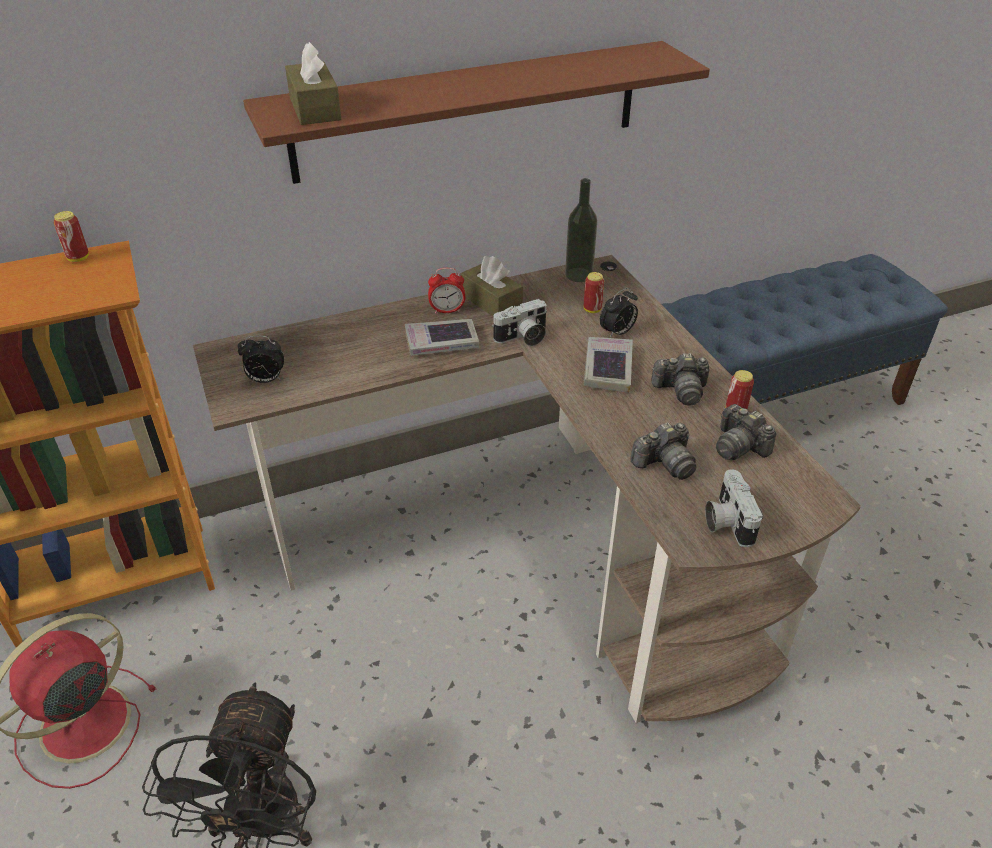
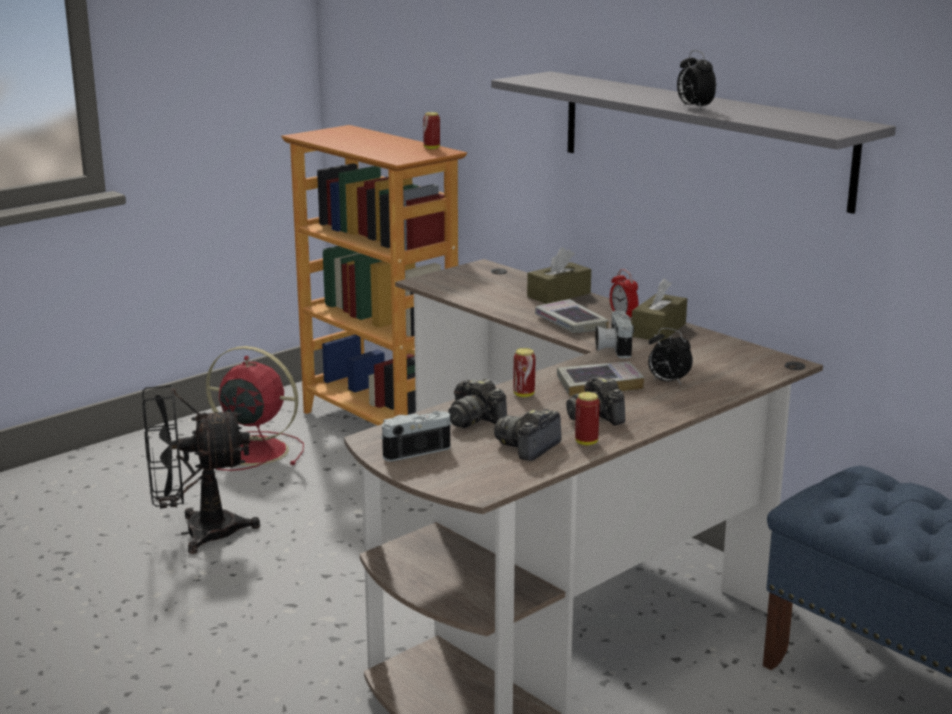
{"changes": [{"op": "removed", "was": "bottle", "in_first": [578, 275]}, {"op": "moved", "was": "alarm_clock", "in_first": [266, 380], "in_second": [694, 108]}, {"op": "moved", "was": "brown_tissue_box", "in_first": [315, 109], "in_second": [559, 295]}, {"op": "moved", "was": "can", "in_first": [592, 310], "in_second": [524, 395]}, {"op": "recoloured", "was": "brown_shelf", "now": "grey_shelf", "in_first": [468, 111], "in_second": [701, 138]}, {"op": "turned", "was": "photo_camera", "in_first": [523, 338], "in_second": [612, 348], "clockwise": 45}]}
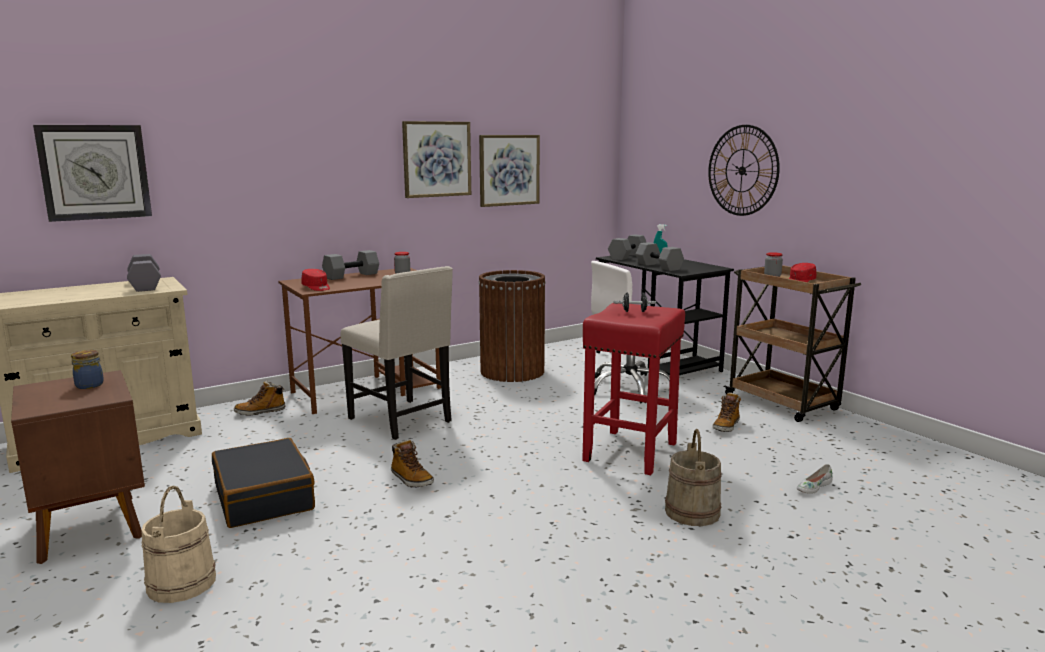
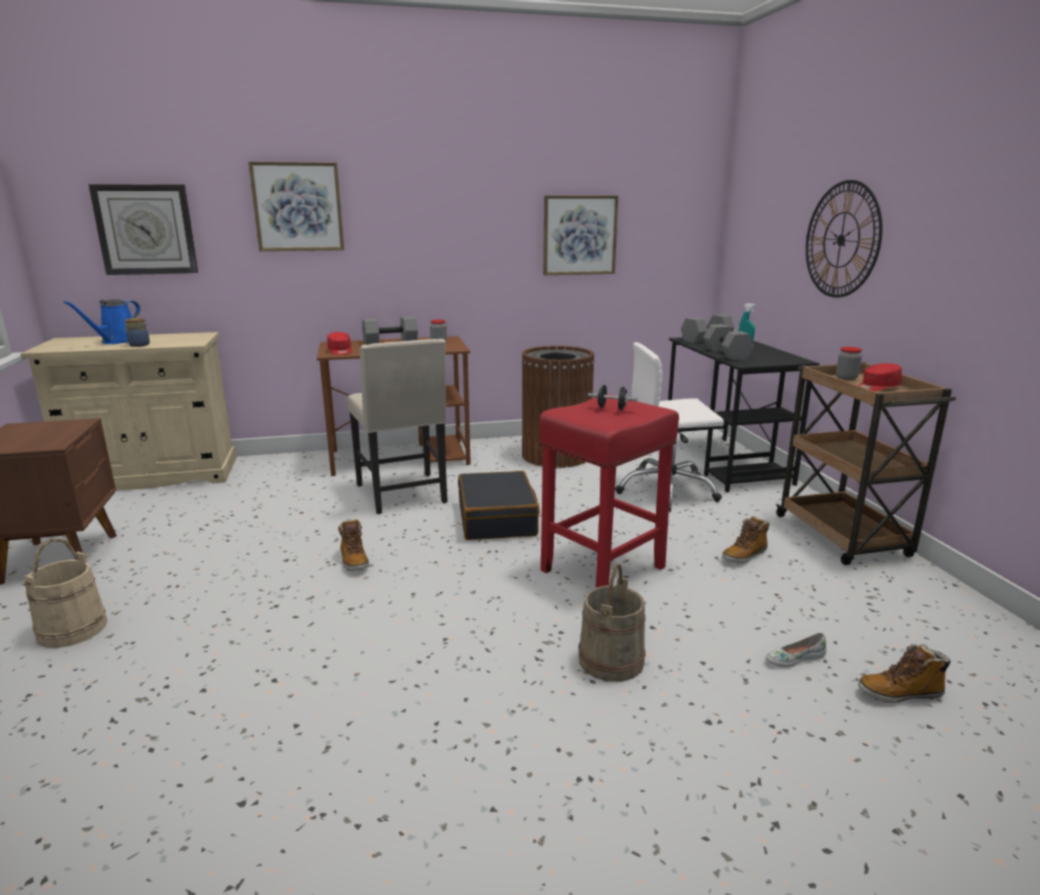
{"changes": [{"op": "removed", "was": "grey_dumbbell", "in_first": [144, 285]}, {"op": "added", "now": "blue_watering_can", "in_second": [117, 341]}, {"op": "moved", "was": "jar", "in_first": [88, 385], "in_second": [139, 345]}, {"op": "moved", "was": "black_suitcase", "in_first": [264, 497], "in_second": [497, 519]}, {"op": "moved", "was": "boot", "in_first": [260, 412], "in_second": [900, 693]}, {"op": "moved", "was": "picture", "in_first": [437, 159], "in_second": [298, 207]}]}
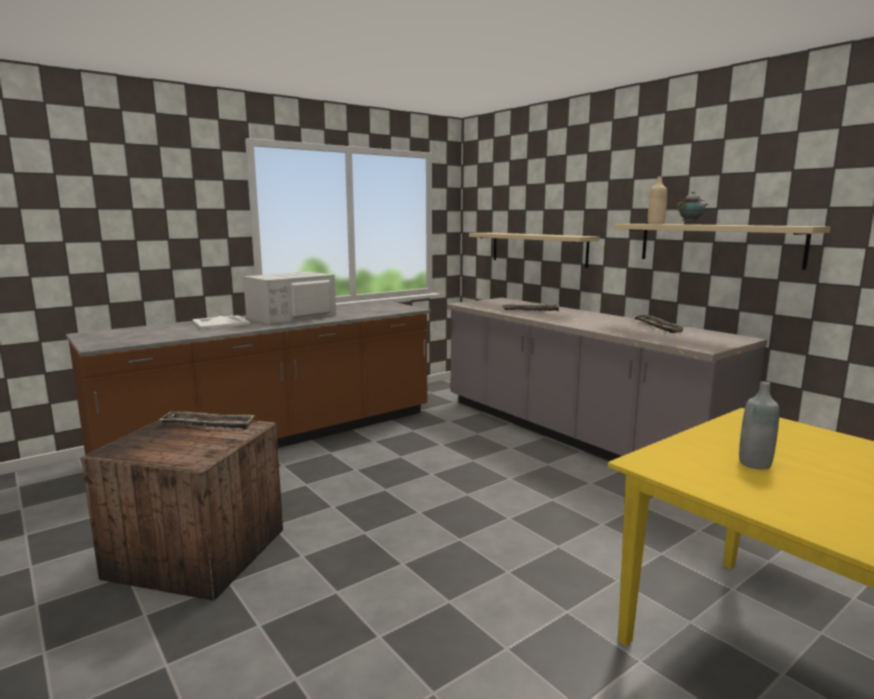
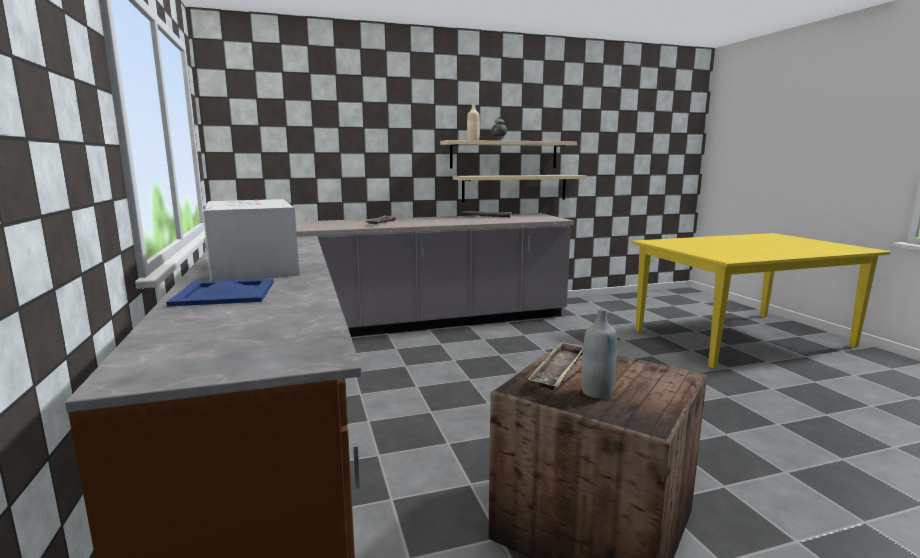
{"changes": [{"op": "moved", "was": "beige_shelf", "in_first": [537, 248], "in_second": [515, 188]}, {"op": "moved", "was": "grey_bottle", "in_first": [754, 464], "in_second": [597, 392]}, {"op": "recoloured", "was": "white_tray", "now": "blue_tray", "in_first": [221, 322], "in_second": [224, 293]}]}
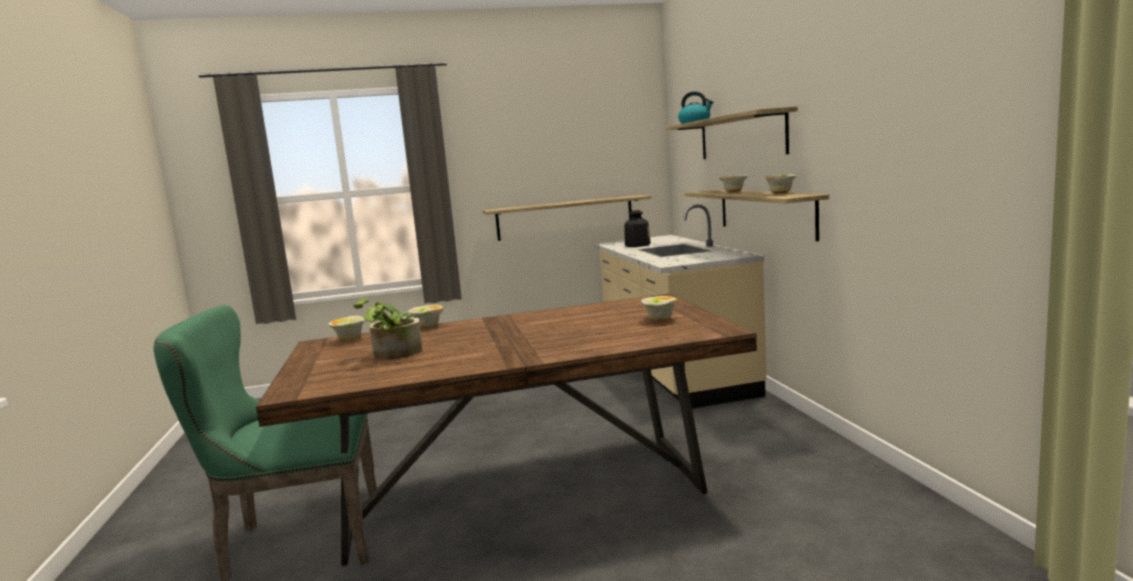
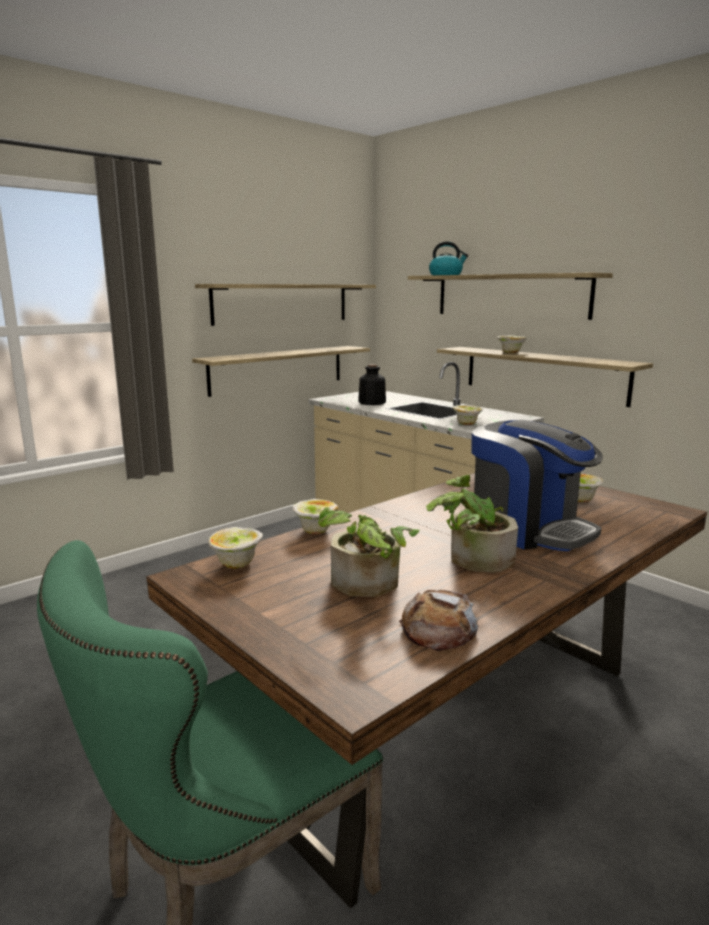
{"changes": [{"op": "added", "now": "shelf", "in_second": [282, 303]}, {"op": "added", "now": "bread", "in_second": [438, 629]}, {"op": "added", "now": "potted_plant", "in_second": [472, 558]}, {"op": "added", "now": "coffee_machine", "in_second": [528, 529]}, {"op": "moved", "was": "bowl", "in_first": [781, 193], "in_second": [466, 424]}]}
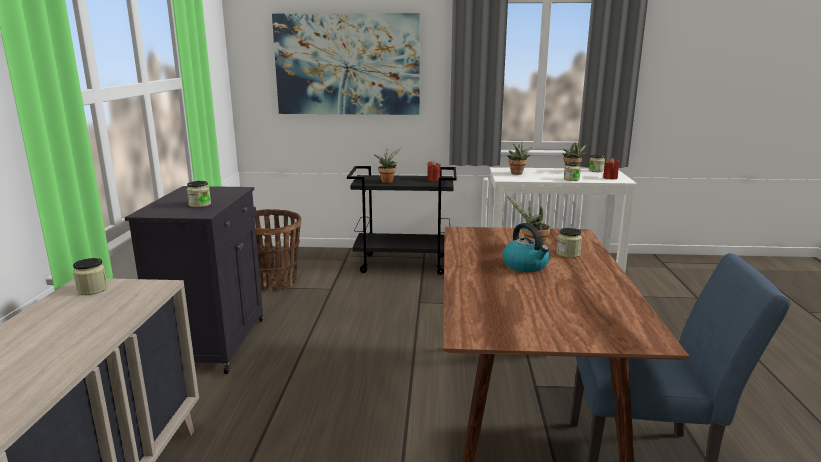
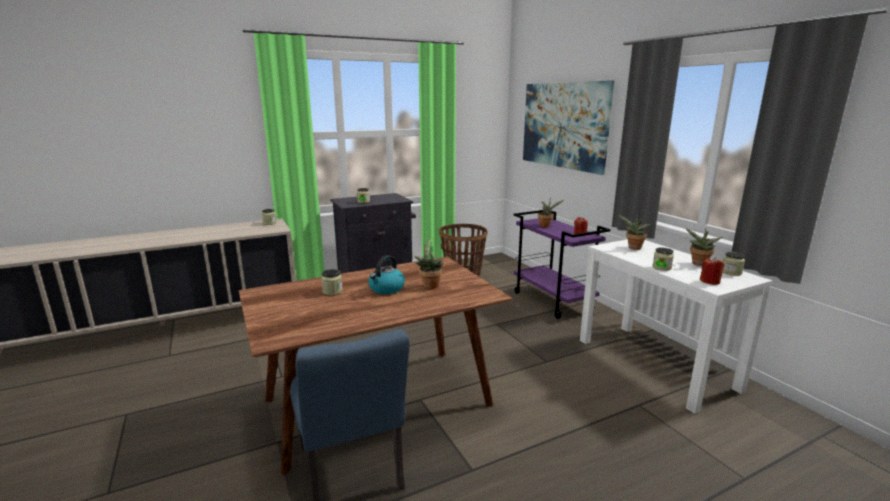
{"changes": [{"op": "moved", "was": "jar", "in_first": [568, 254], "in_second": [332, 291]}, {"op": "recoloured", "was": "black_cart", "now": "purple_cart", "in_first": [404, 264], "in_second": [553, 301]}]}
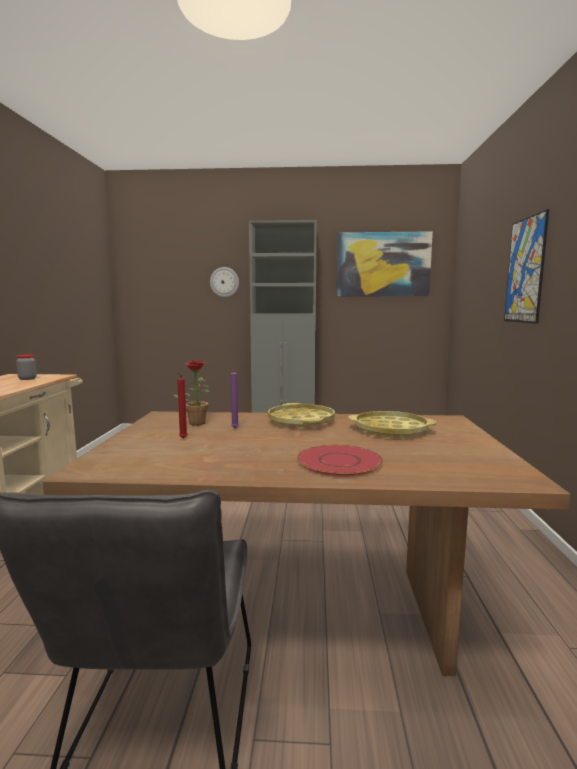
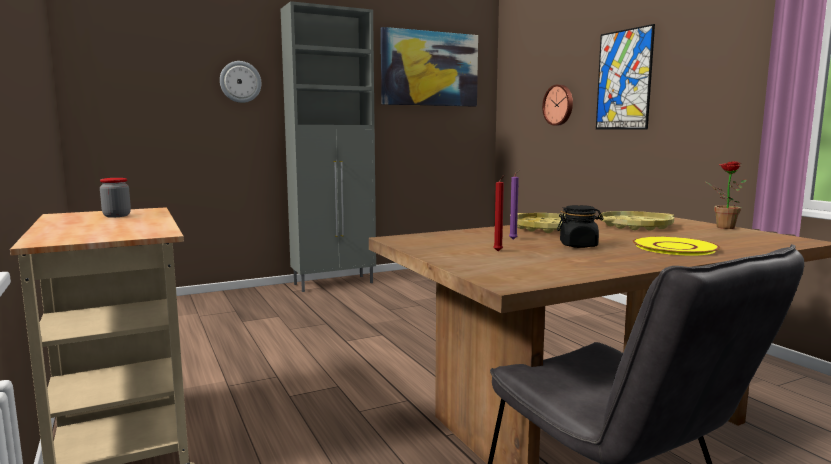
{"changes": [{"op": "added", "now": "wall_clock", "in_second": [559, 105]}, {"op": "added", "now": "black_jar", "in_second": [578, 245]}, {"op": "moved", "was": "potted_plant", "in_first": [196, 422], "in_second": [721, 227]}, {"op": "recoloured", "was": "red_plate", "now": "yellow_plate", "in_first": [339, 461], "in_second": [674, 247]}]}
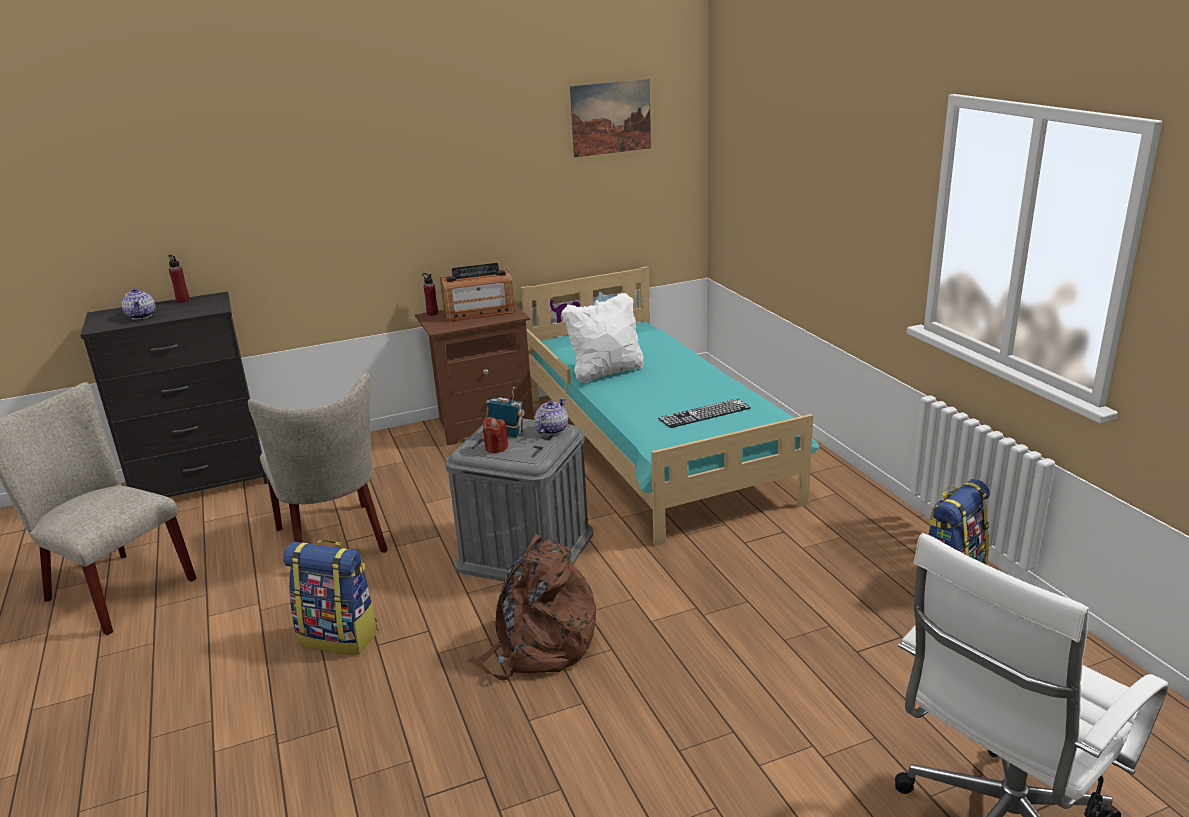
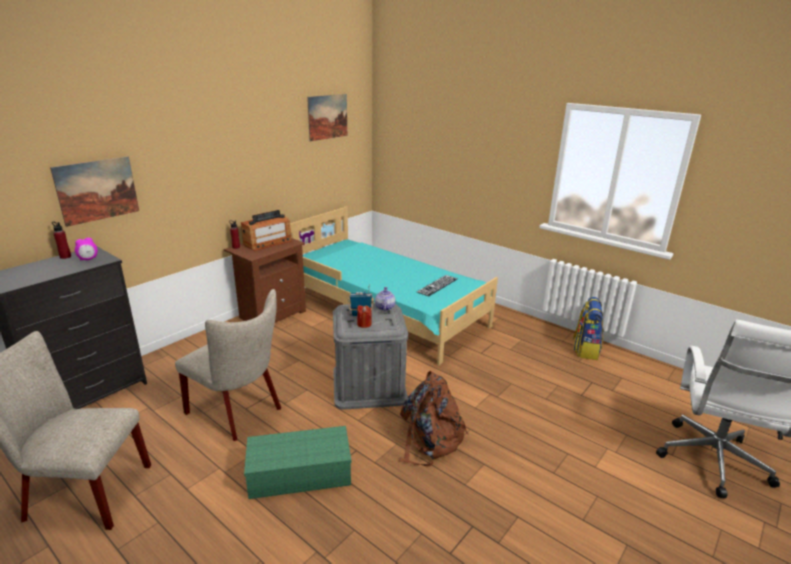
{"changes": [{"op": "removed", "was": "teapot", "in_first": [141, 316]}, {"op": "removed", "was": "white_pillow", "in_first": [606, 372]}, {"op": "added", "now": "picture", "in_second": [97, 190]}, {"op": "added", "now": "alarm_clock", "in_second": [88, 259]}, {"op": "replaced", "was": "backpack", "now": "green_storage_box", "in_first": [340, 636], "in_second": [301, 472]}]}
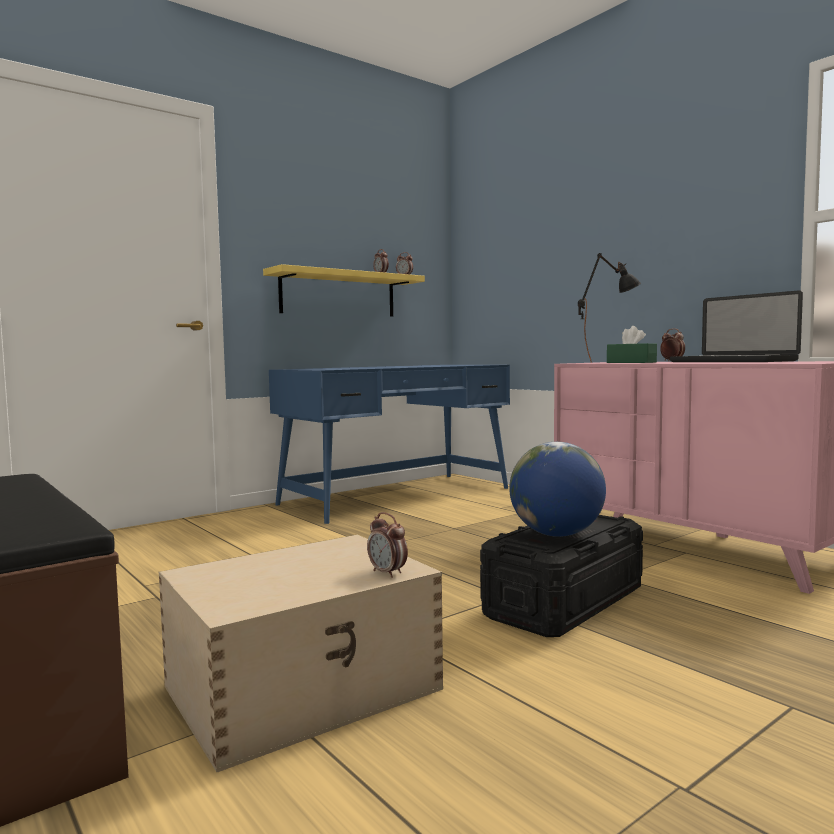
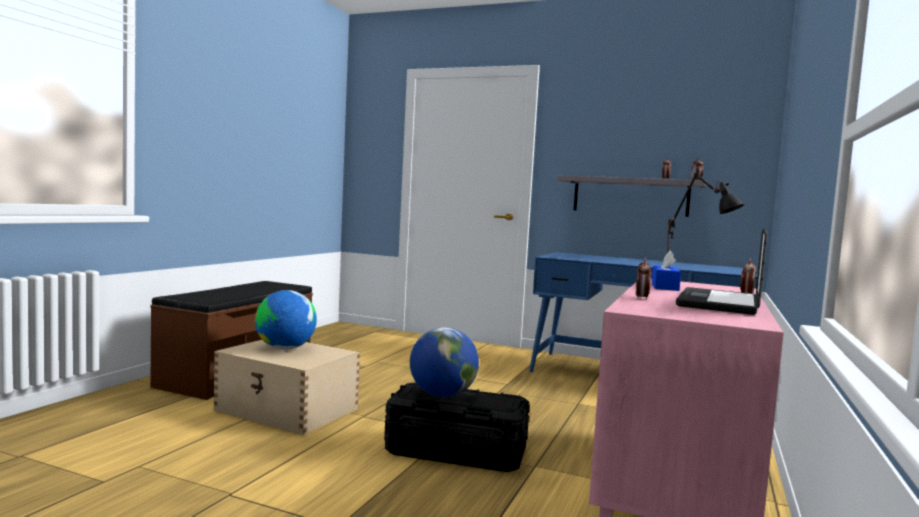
{"changes": [{"op": "added", "now": "globe", "in_second": [285, 348]}, {"op": "moved", "was": "alarm_clock", "in_first": [387, 573], "in_second": [642, 298]}, {"op": "recoloured", "was": "yellow_shelf", "now": "grey_shelf", "in_first": [338, 294], "in_second": [630, 196]}, {"op": "recoloured", "was": "green_tissue_box", "now": "blue_tissue_box", "in_first": [631, 362], "in_second": [664, 287]}]}
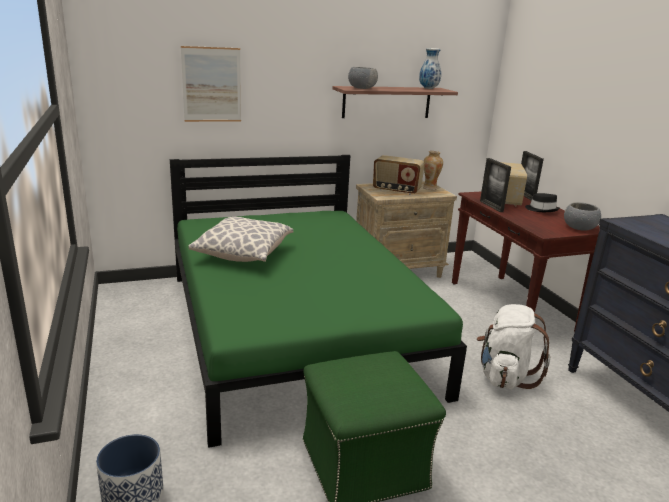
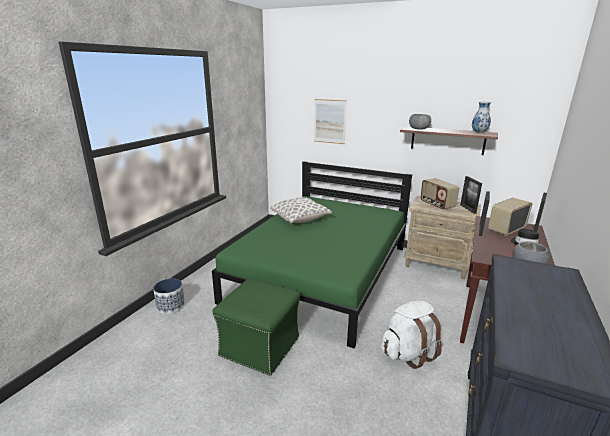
{"changes": [{"op": "replaced", "was": "vase", "now": "picture_frame", "in_first": [430, 188], "in_second": [468, 209]}]}
